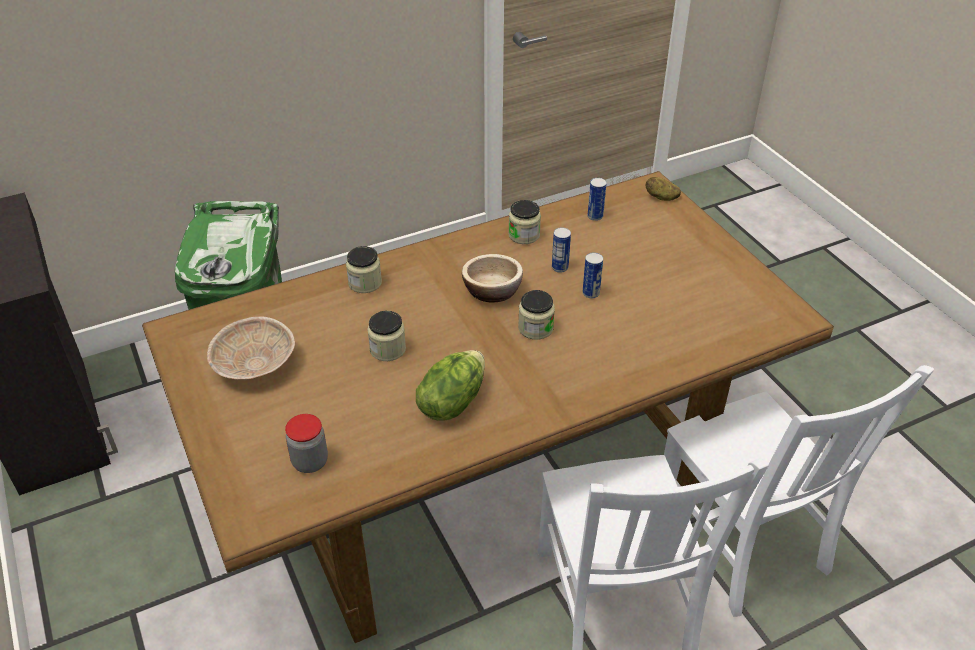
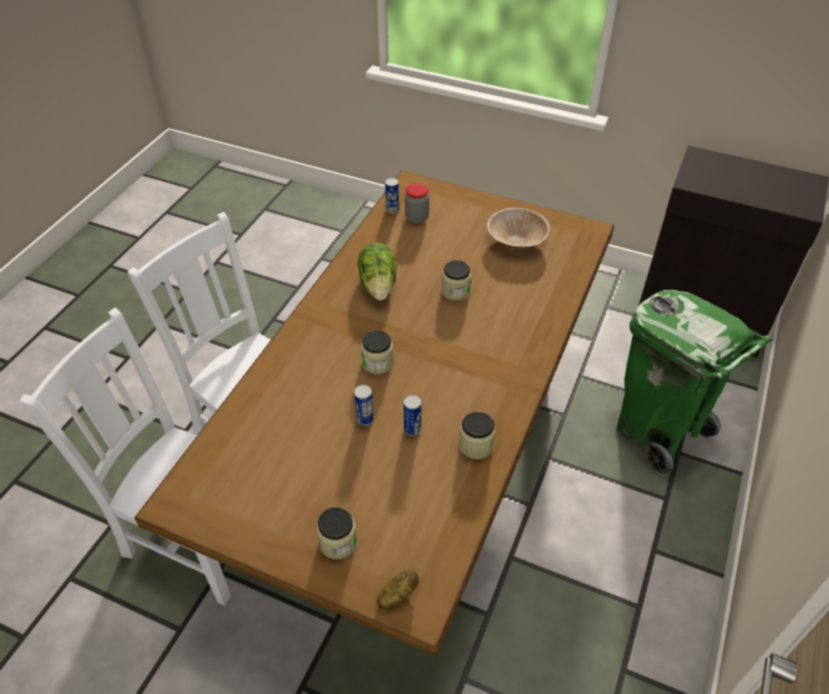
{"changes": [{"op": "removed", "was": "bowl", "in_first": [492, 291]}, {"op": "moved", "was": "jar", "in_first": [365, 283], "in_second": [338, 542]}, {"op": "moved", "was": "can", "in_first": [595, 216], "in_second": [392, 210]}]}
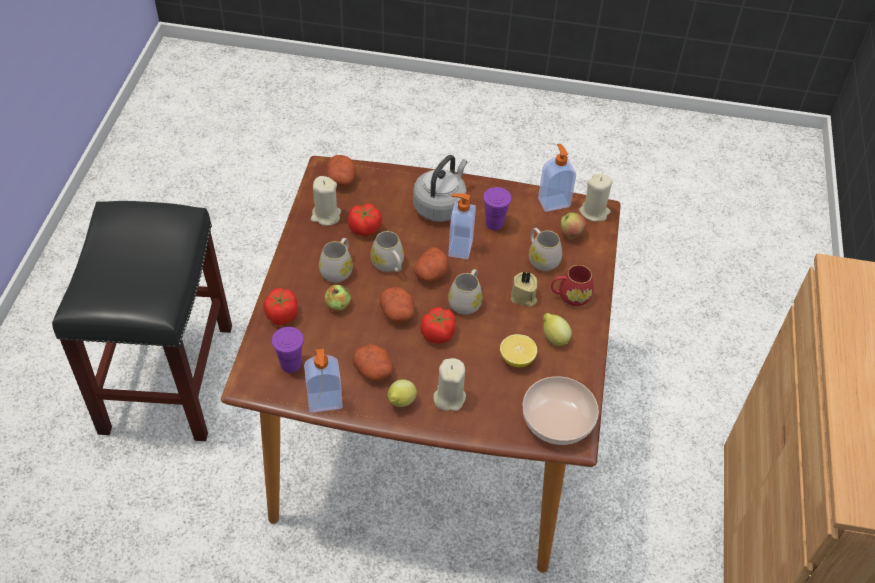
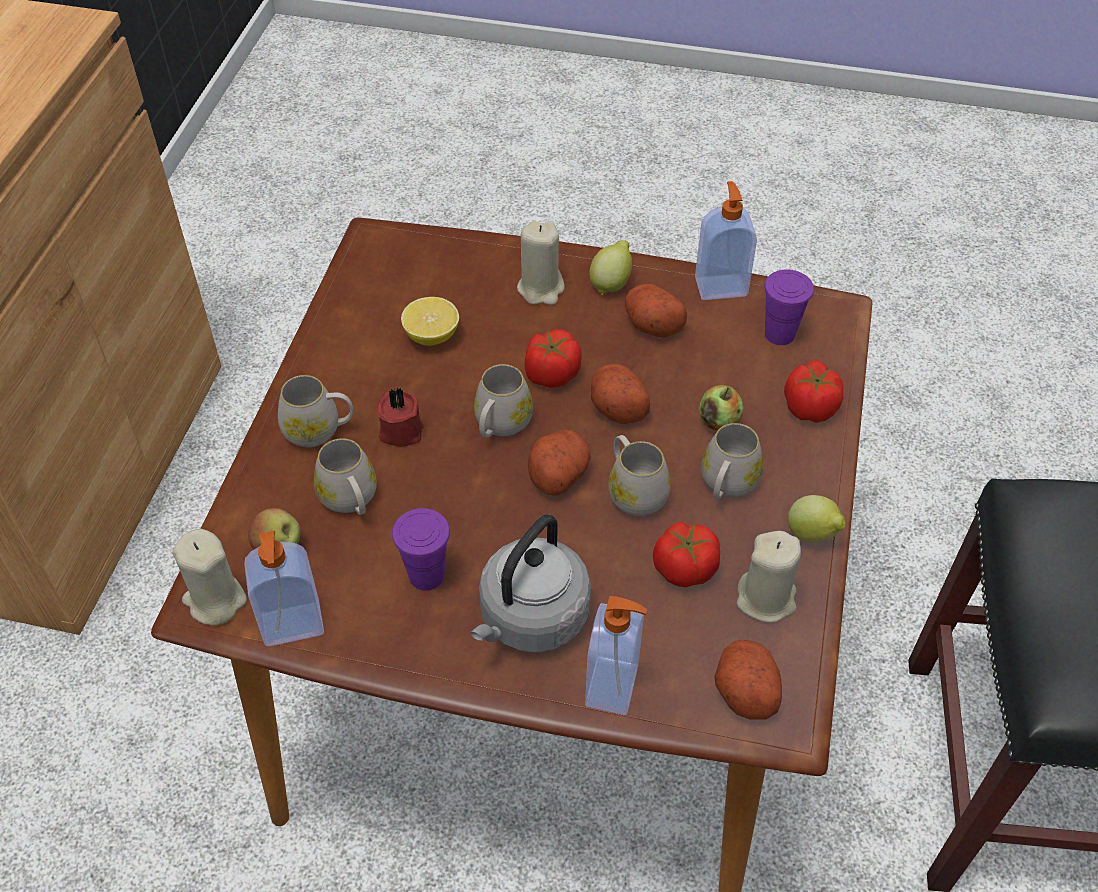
{"changes": [{"op": "removed", "was": "bowl", "in_first": [558, 419]}, {"op": "moved", "was": "soap_dispenser", "in_first": [459, 247], "in_second": [614, 686]}, {"op": "moved", "was": "lemon", "in_first": [554, 338], "in_second": [813, 535]}, {"op": "recoloured", "was": "beige_candle", "now": "red_candle", "in_first": [523, 297], "in_second": [400, 430]}, {"op": "recoloured", "was": "red_mug", "now": "white_mug", "in_first": [570, 296], "in_second": [319, 430]}]}
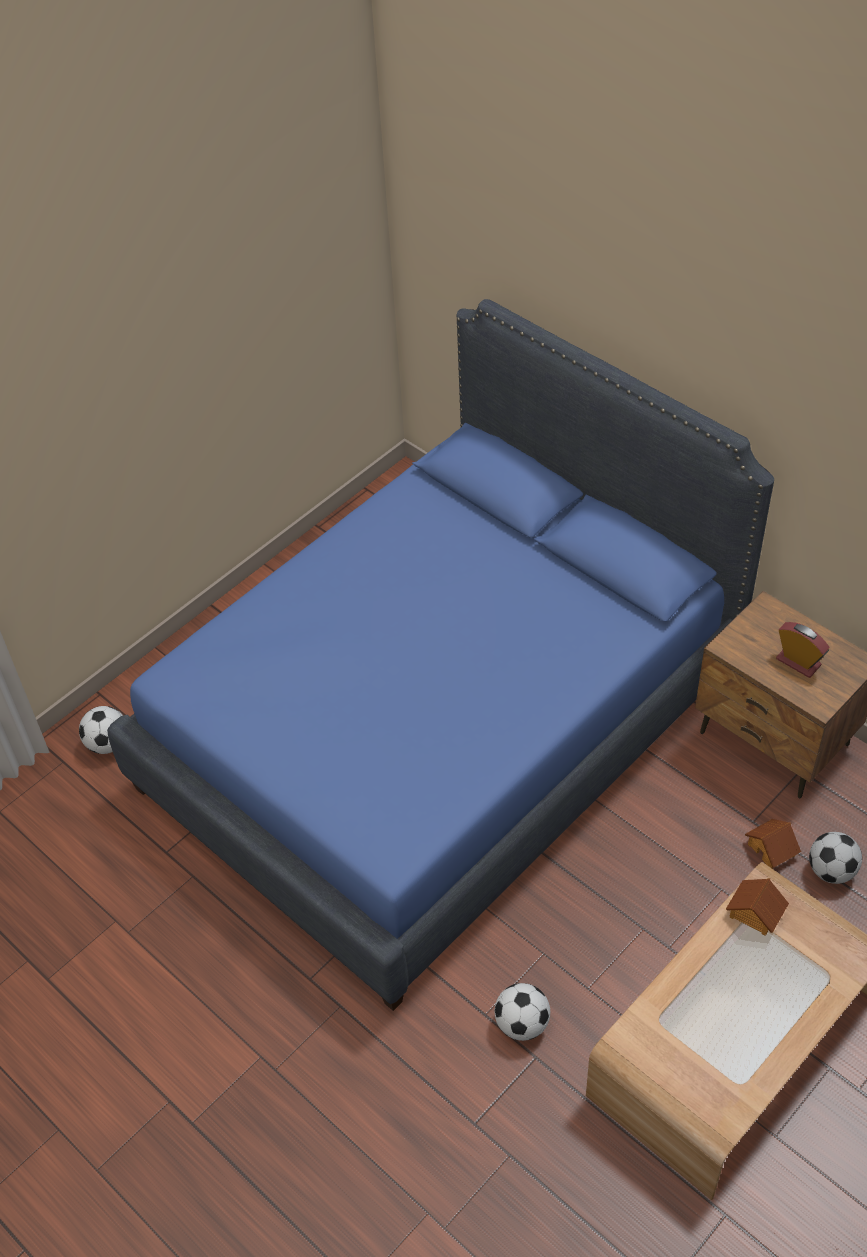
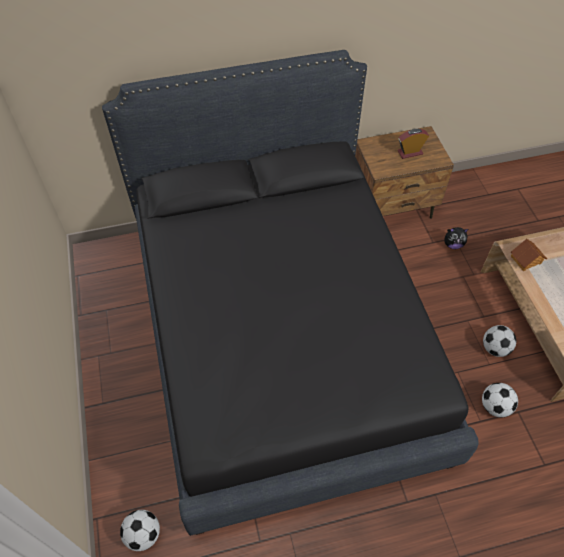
{"changes": [{"op": "moved", "was": "football", "in_first": [830, 871], "in_second": [494, 348]}, {"op": "replaced", "was": "toy_house", "now": "plush_toy", "in_first": [772, 849], "in_second": [453, 244]}, {"op": "recoloured", "was": "blue_bed", "now": "black_bed", "in_first": [440, 730], "in_second": [282, 337]}]}
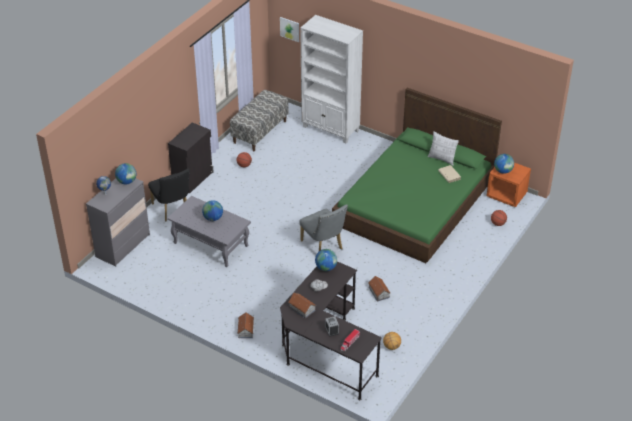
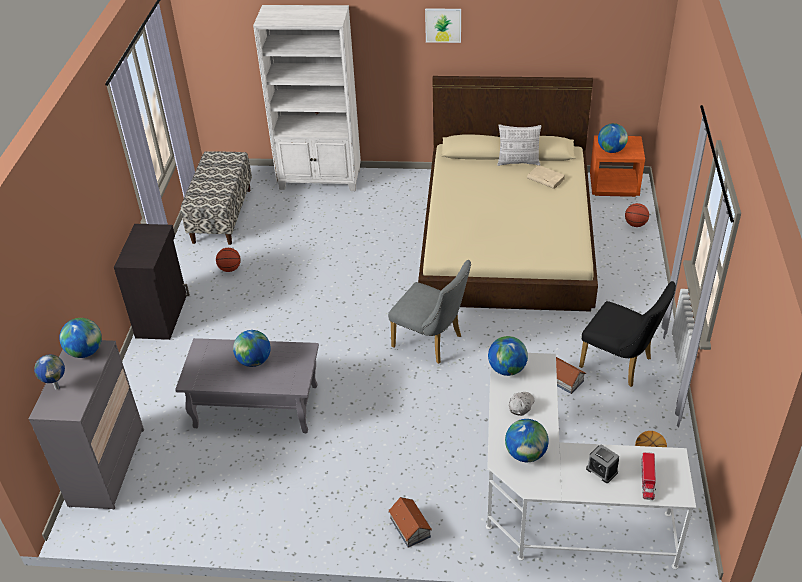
{"changes": [{"op": "moved", "was": "black_chair", "in_first": [172, 210], "in_second": [620, 364]}, {"op": "moved", "was": "picture", "in_first": [289, 29], "in_second": [443, 25]}, {"op": "replaced", "was": "toy_house", "now": "globe", "in_first": [302, 309], "in_second": [525, 454]}, {"op": "recoloured", "was": "black_desk", "now": "white_desk", "in_first": [326, 348], "in_second": [556, 501]}, {"op": "recoloured", "was": "green_bed", "now": "beige_bed", "in_first": [415, 202], "in_second": [507, 234]}]}
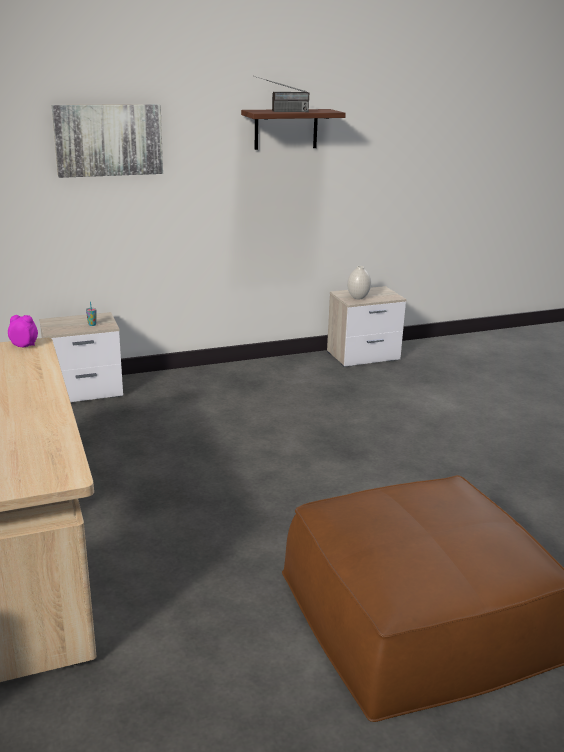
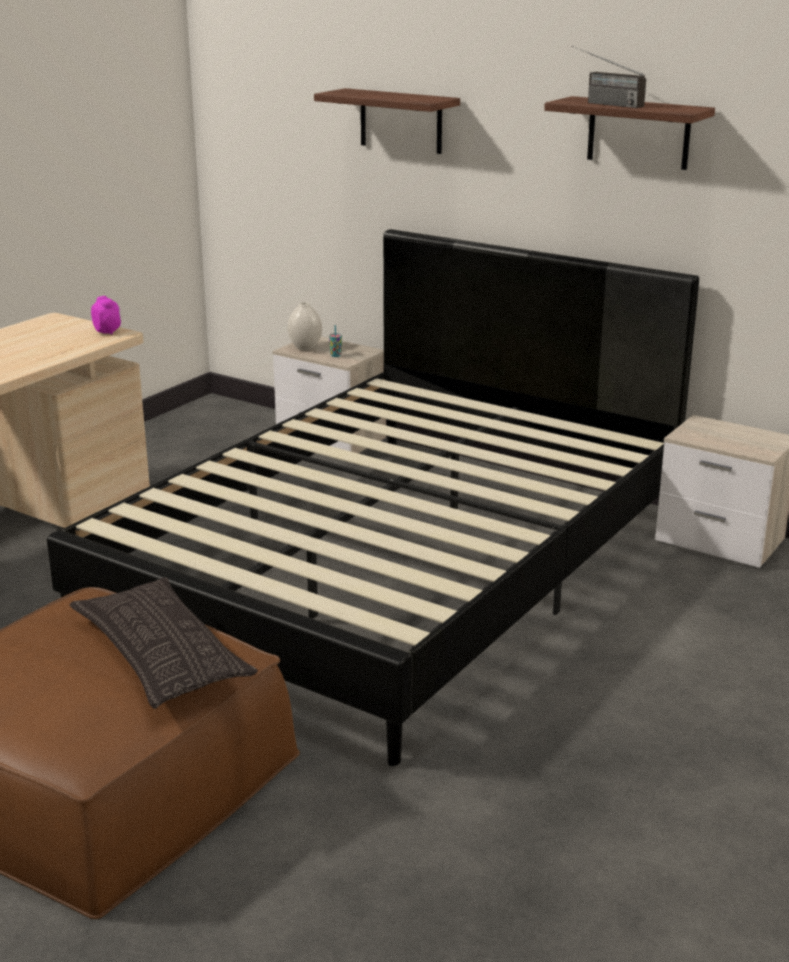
{"changes": [{"op": "added", "now": "black_bed", "in_second": [396, 567]}, {"op": "added", "now": "pillow", "in_second": [161, 654]}, {"op": "moved", "was": "white_vase", "in_first": [357, 297], "in_second": [305, 348]}, {"op": "replaced", "was": "picture", "now": "shelf", "in_first": [108, 140], "in_second": [401, 121]}]}
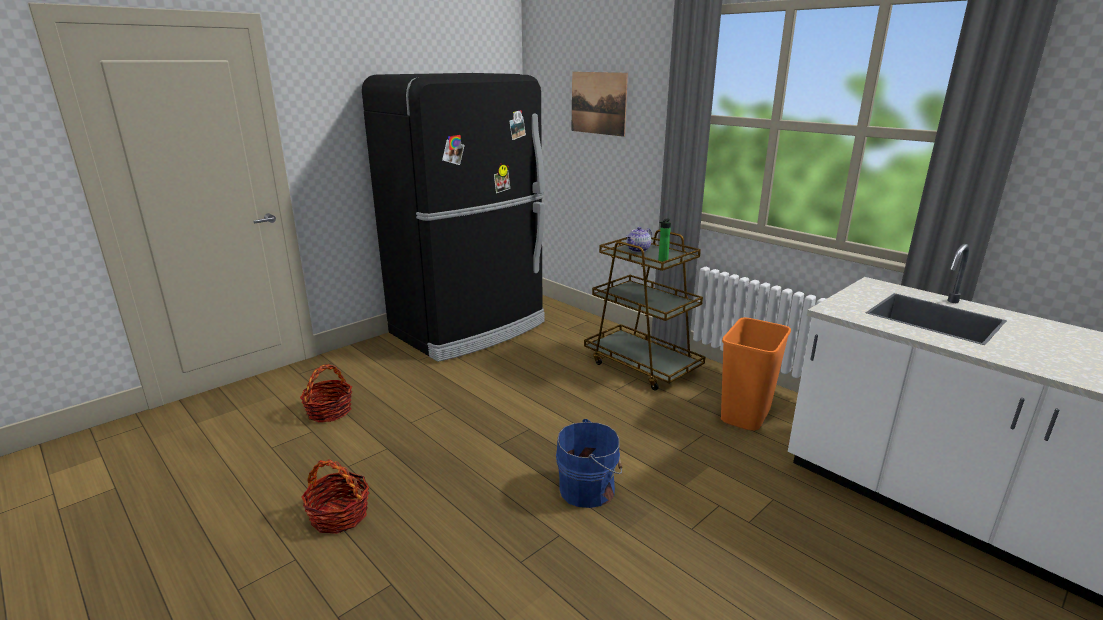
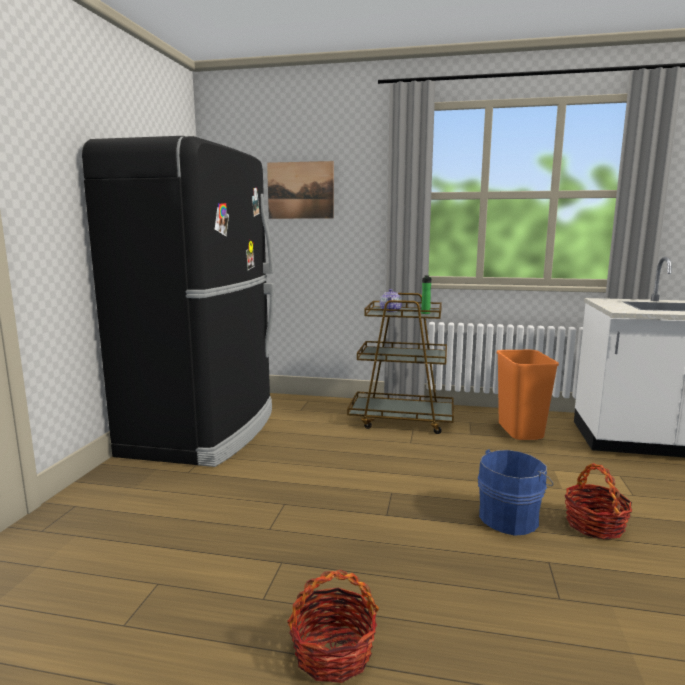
{"changes": [{"op": "moved", "was": "basket", "in_first": [329, 411], "in_second": [594, 525]}]}
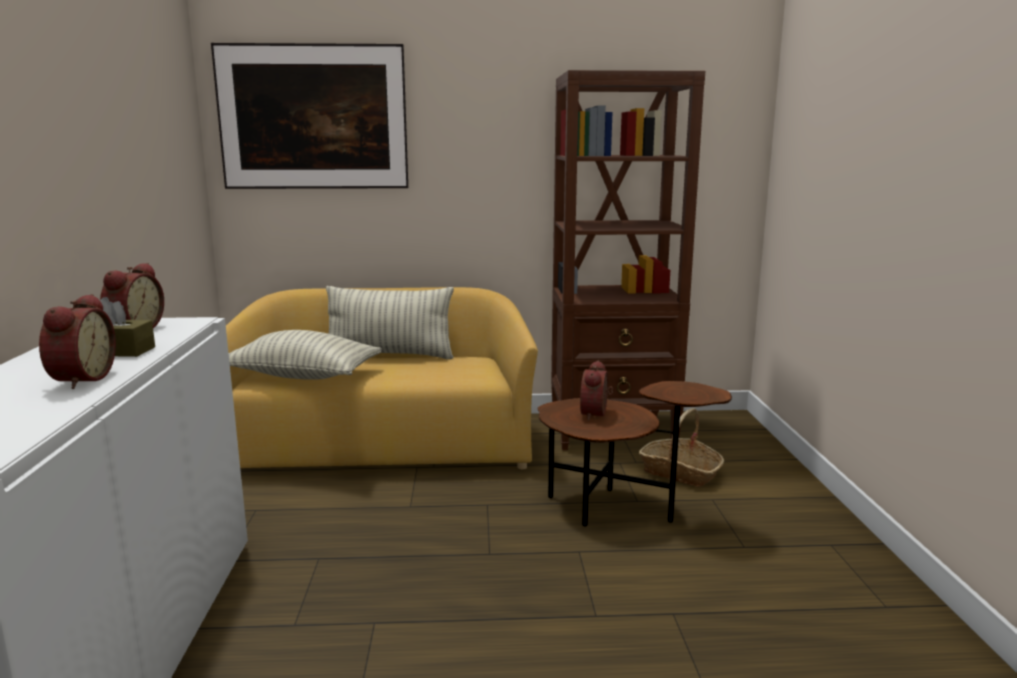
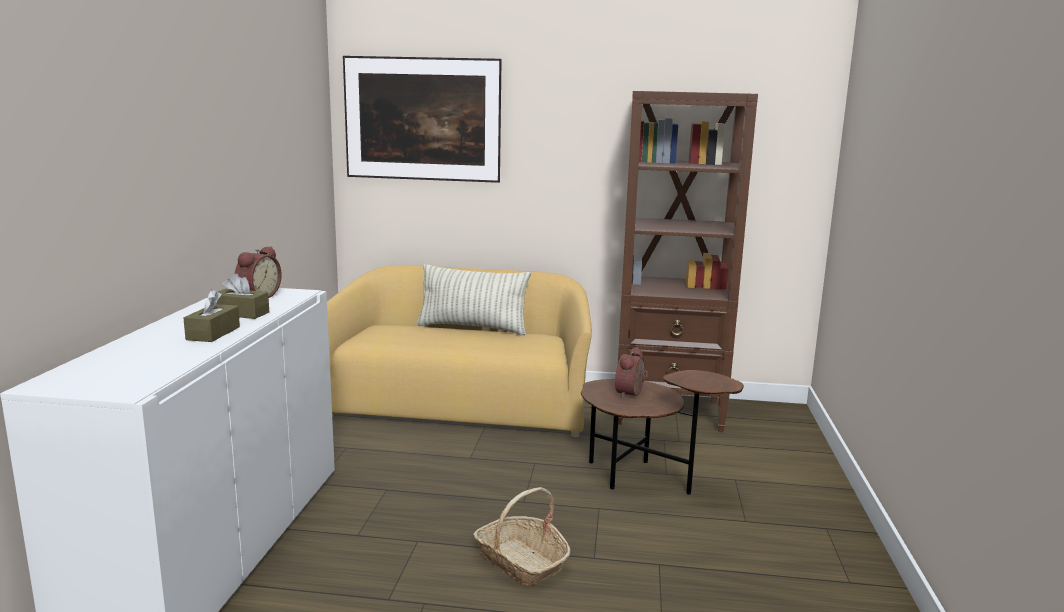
{"changes": [{"op": "removed", "was": "pillow", "in_first": [302, 376]}, {"op": "moved", "was": "basket", "in_first": [680, 472], "in_second": [521, 562]}, {"op": "replaced", "was": "alarm_clock", "now": "brown_tissue_box", "in_first": [79, 379], "in_second": [213, 333]}]}
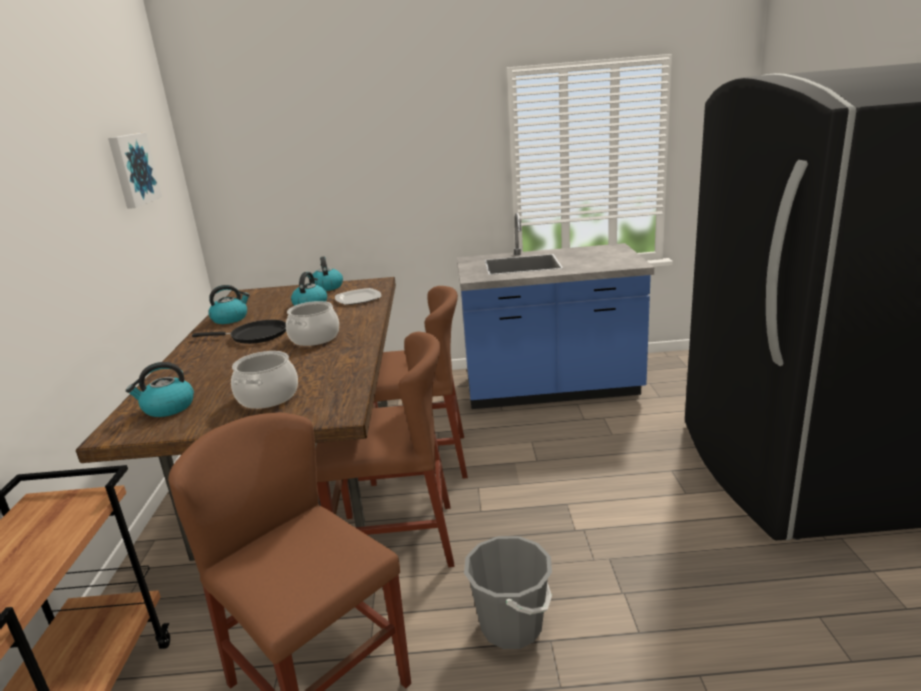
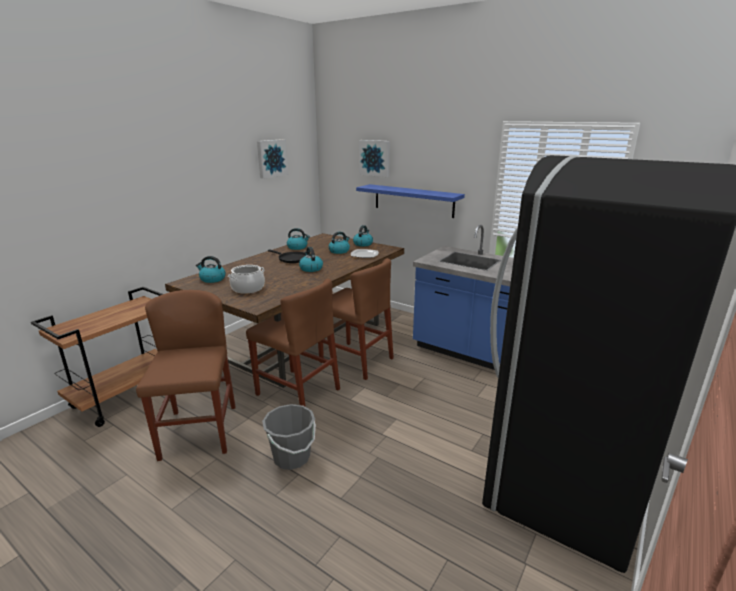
{"changes": [{"op": "added", "now": "blue_shelf", "in_second": [413, 200]}, {"op": "added", "now": "picture", "in_second": [375, 158]}, {"op": "replaced", "was": "cooking_pot", "now": "kettle", "in_first": [315, 338], "in_second": [311, 268]}]}
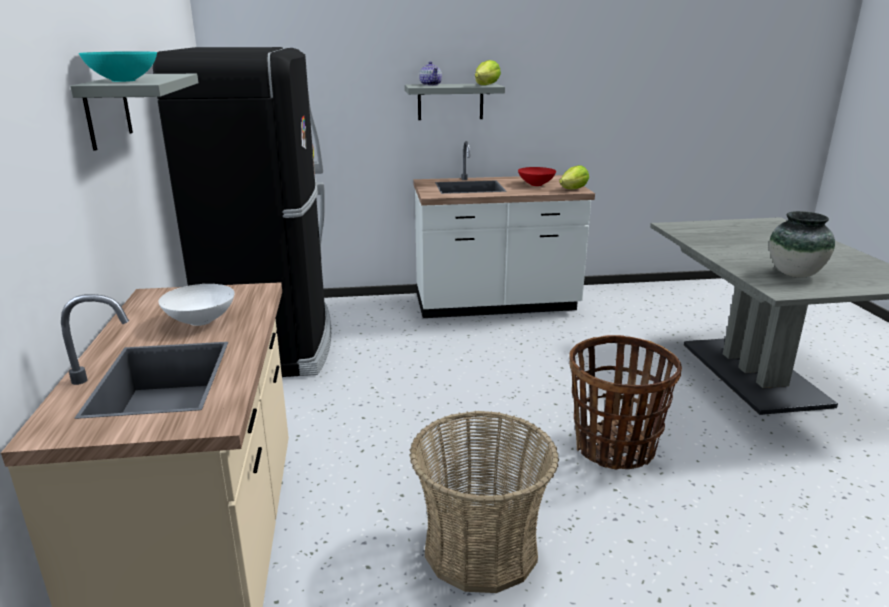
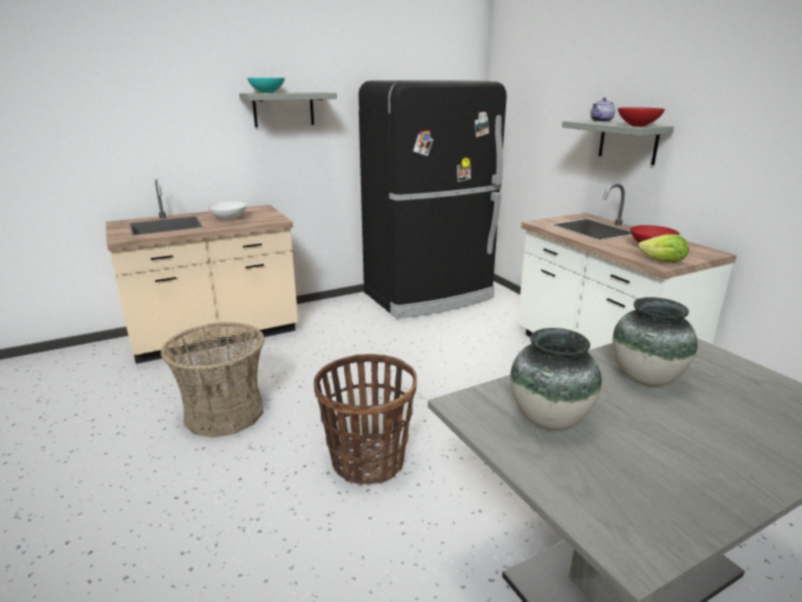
{"changes": [{"op": "added", "now": "vase", "in_second": [645, 378]}, {"op": "replaced", "was": "lettuce", "now": "red_bowl", "in_first": [487, 85], "in_second": [638, 126]}]}
